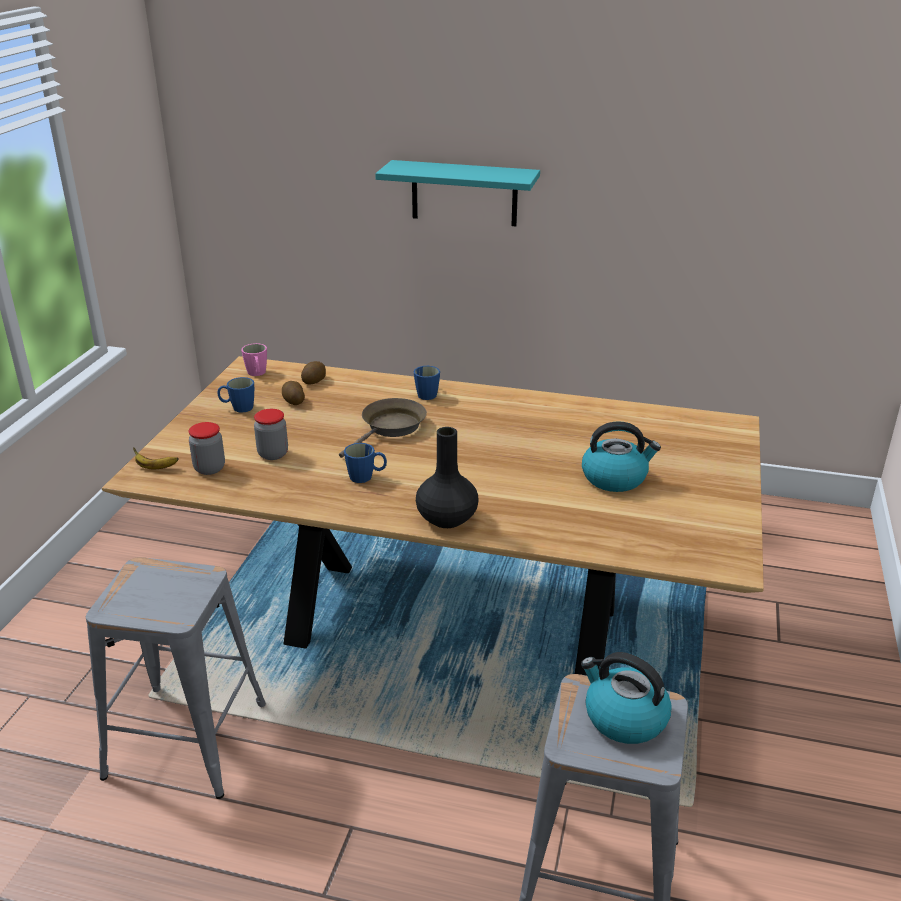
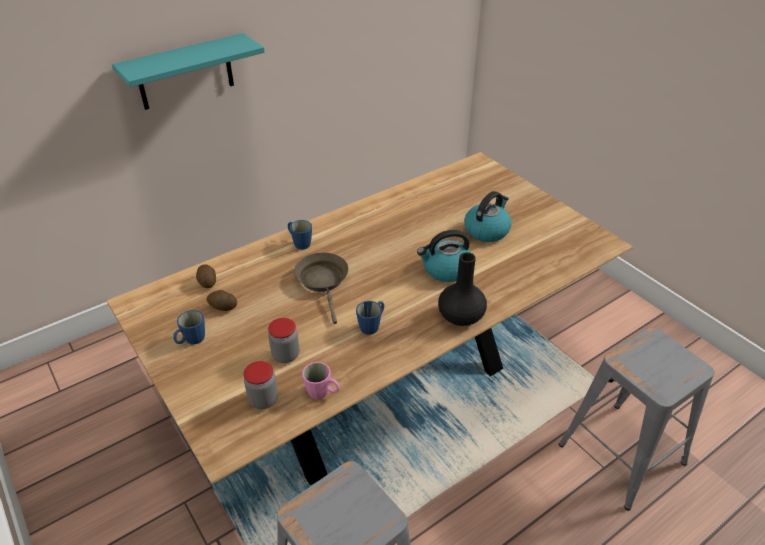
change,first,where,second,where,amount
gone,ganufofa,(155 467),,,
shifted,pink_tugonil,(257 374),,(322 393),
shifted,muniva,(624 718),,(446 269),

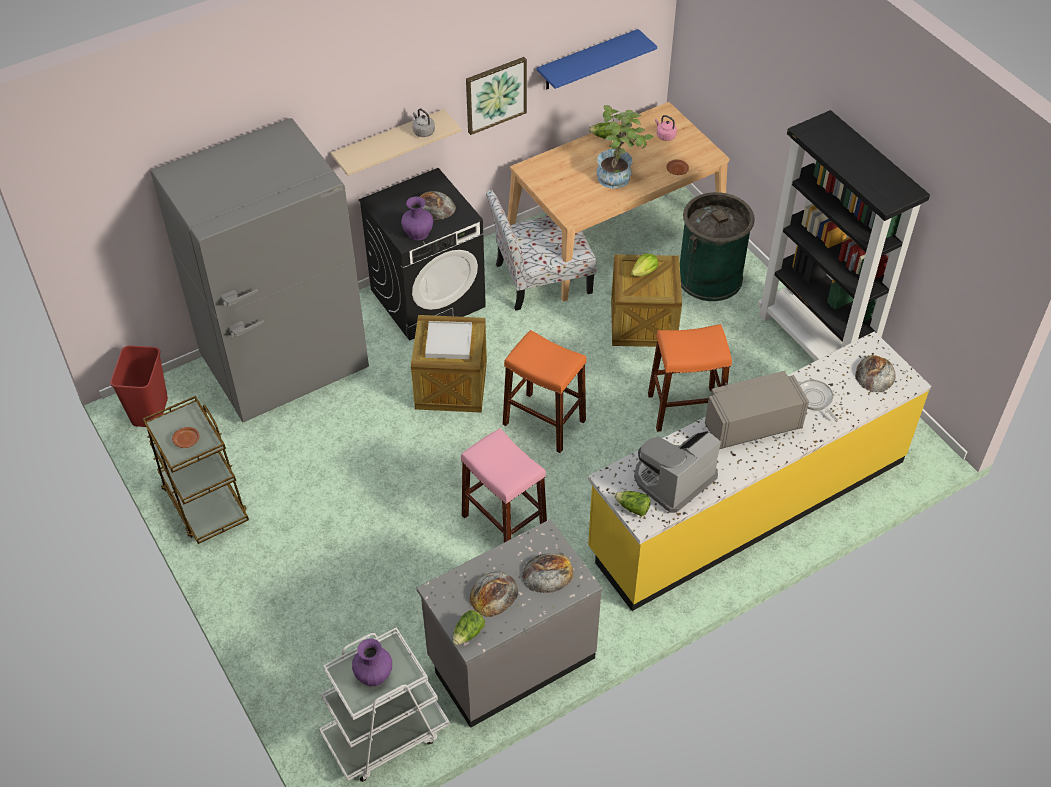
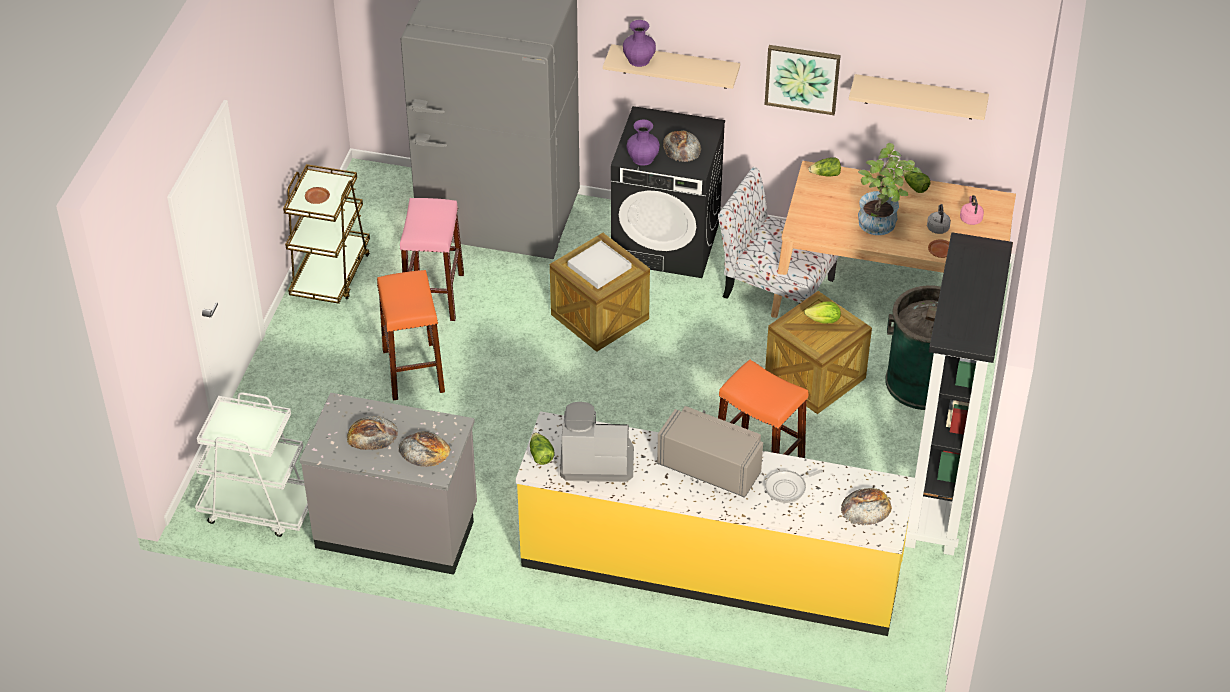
change,first,where,second,where,amount
gone,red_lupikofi,(149 411),,,
shifted,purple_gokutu,(373 674),,(639 59),
shifted,grey_muniva,(423 131),,(937 227),
shifted,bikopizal,(468 633),,(825 174),
shifted,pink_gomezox,(504 524),,(434 295),
shifted,orange_gomezox,(544 422),,(413 371),
repainted,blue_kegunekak,(587 60),beige_kegunekak,(919 97),
rotated,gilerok,(815 399),,(788 488),135 degrees counterclockwise

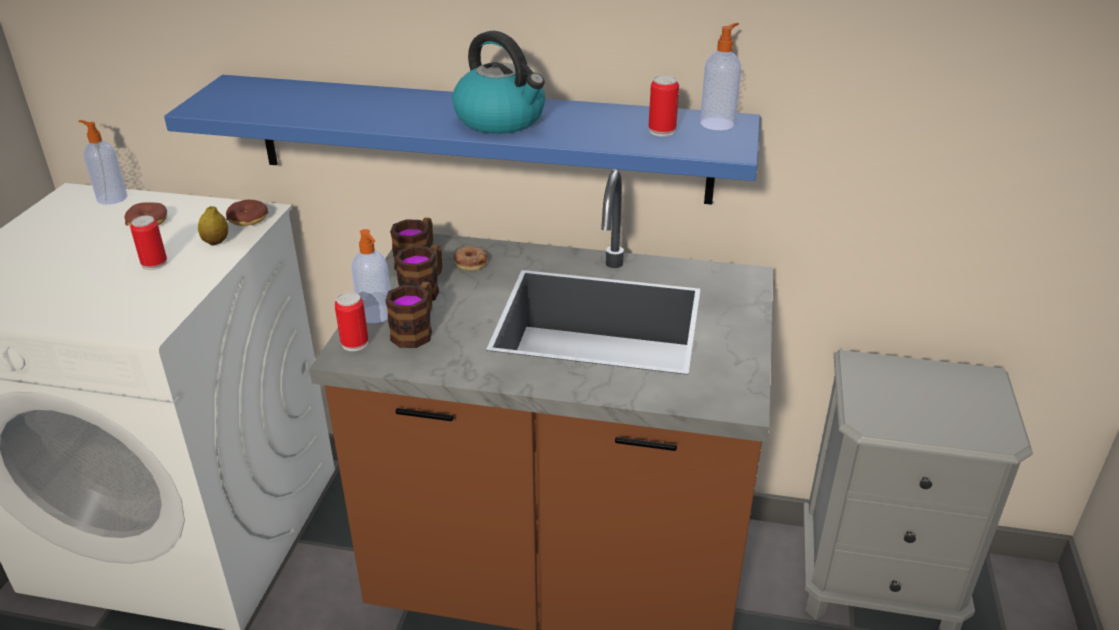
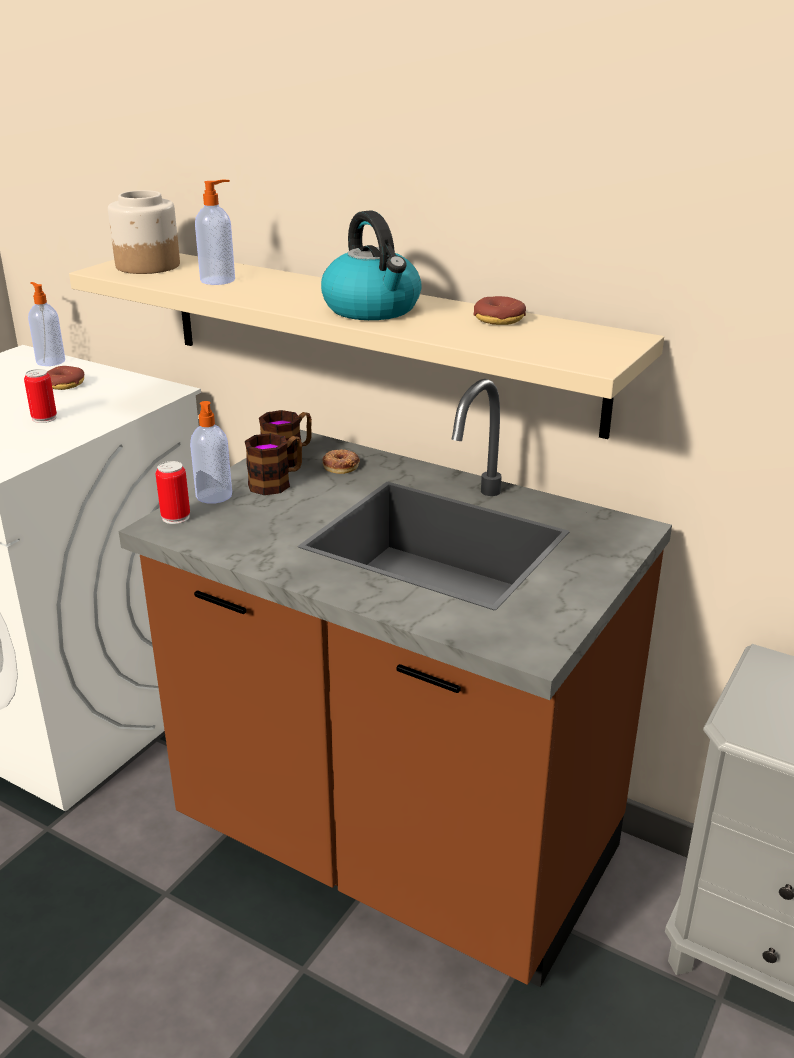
change,first,where,second,where,amount
gone,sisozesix,(216 242),,,
gone,tugonil,(416 331),,,
gone,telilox,(662 131),,,
new,,,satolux,(147 266),
shifted,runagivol,(248 219),,(499 319),
shifted,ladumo,(718 123),,(219 280),
repainted,blue_kegunekak,(480 139),beige_kegunekak,(374 337),

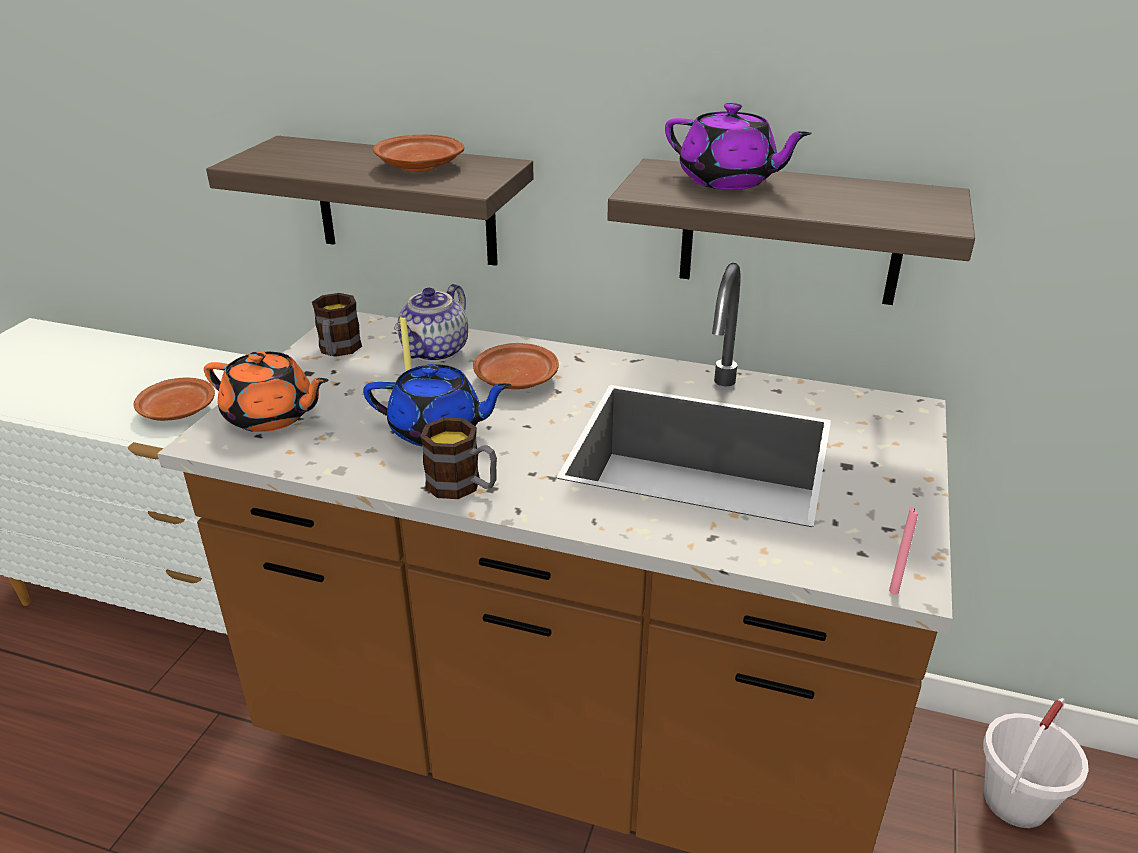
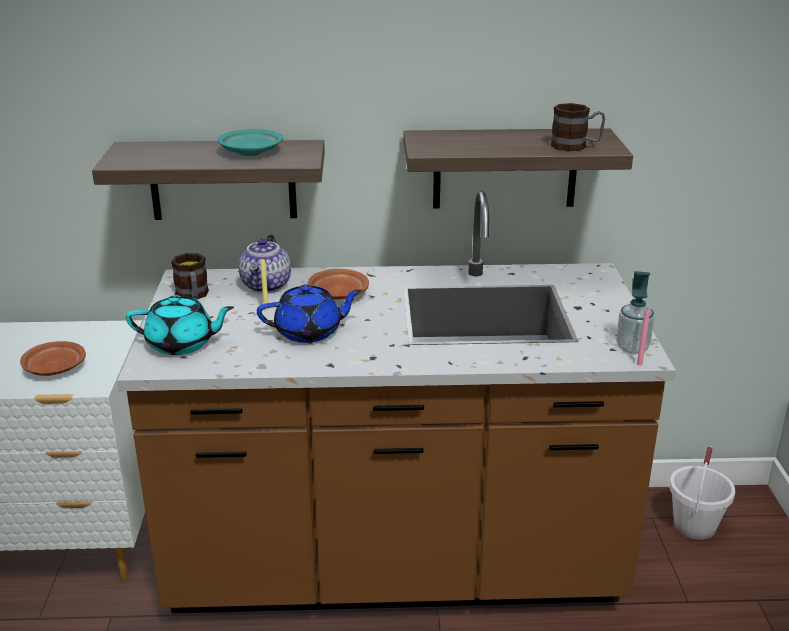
change,first,where,second,where,amount
gone,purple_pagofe,(728 181),,,
new,,,ladumo,(632 348),
shifted,tugonil,(463 486),,(576 146),
repainted,orange_pagofe,(271 416),turquoise_pagofe,(182 344),
repainted,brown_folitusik,(418 166),turquoise_folitusik,(250 152),

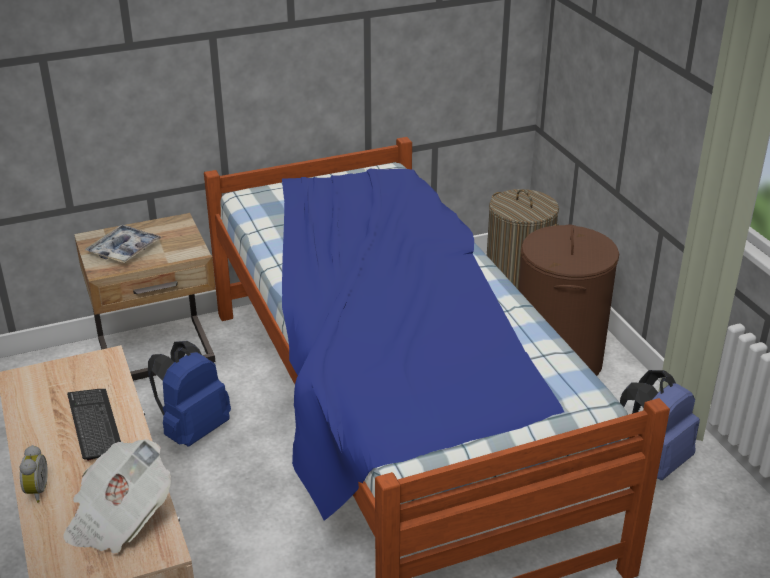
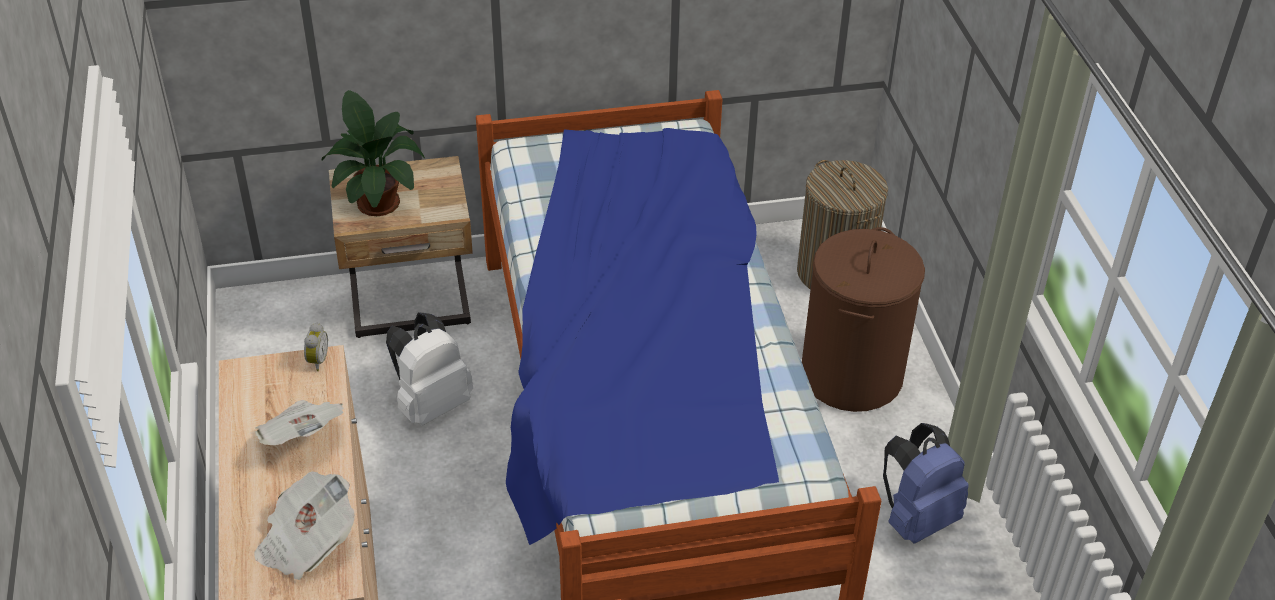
change,first,where,second,where,amount
shifted,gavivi,(35 491),,(316 361),
swapped,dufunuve,(95 425),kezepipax,(302 437),
swapped,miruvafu,(124 250),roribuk,(378 199),
repainted,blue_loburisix,(193 430),white_loburisix,(431 404),

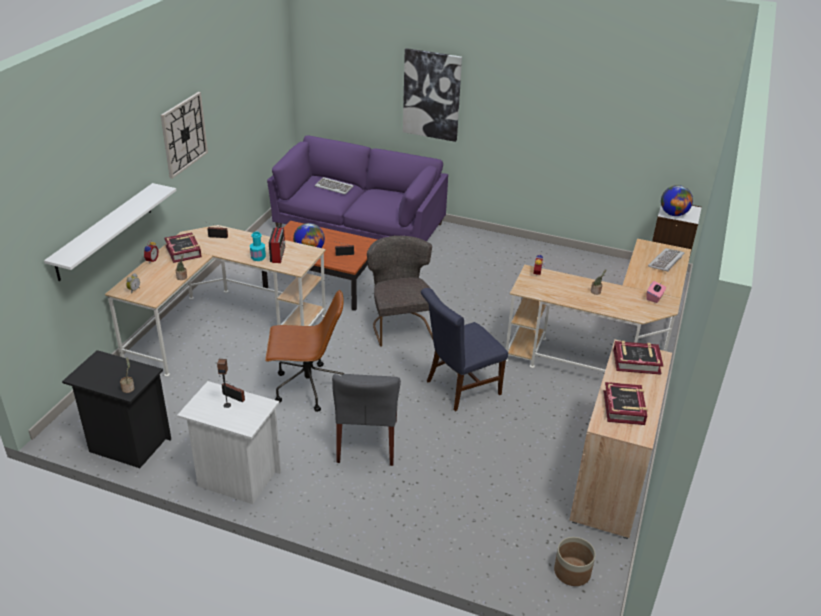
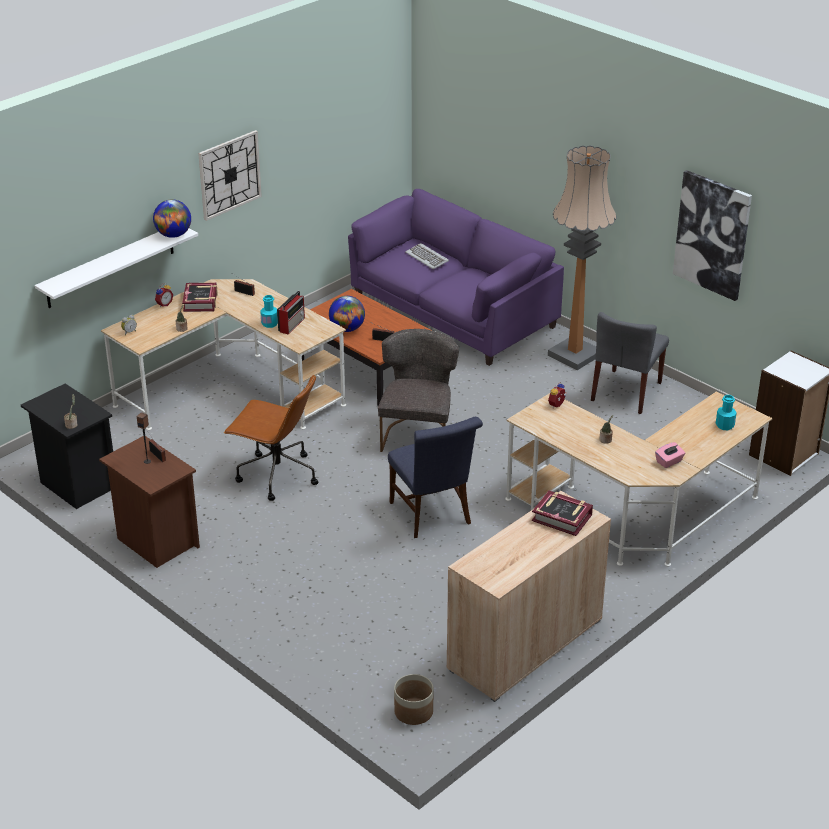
change,first,where,second,where,amount
gone,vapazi,(624 408),,,
new,,,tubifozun,(575 355),
shifted,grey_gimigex,(367 441),,(626 392),
shifted,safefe,(432 95),,(712 235),
shifted,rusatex,(673 214),,(173 235),
swapped,dufunuve,(666 261),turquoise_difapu,(724 425),
repainted,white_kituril,(236 478),brown_kituril,(155 541),
rotated,blue_gimigex,(459 388),,(433 515),105 degrees counterclockwise

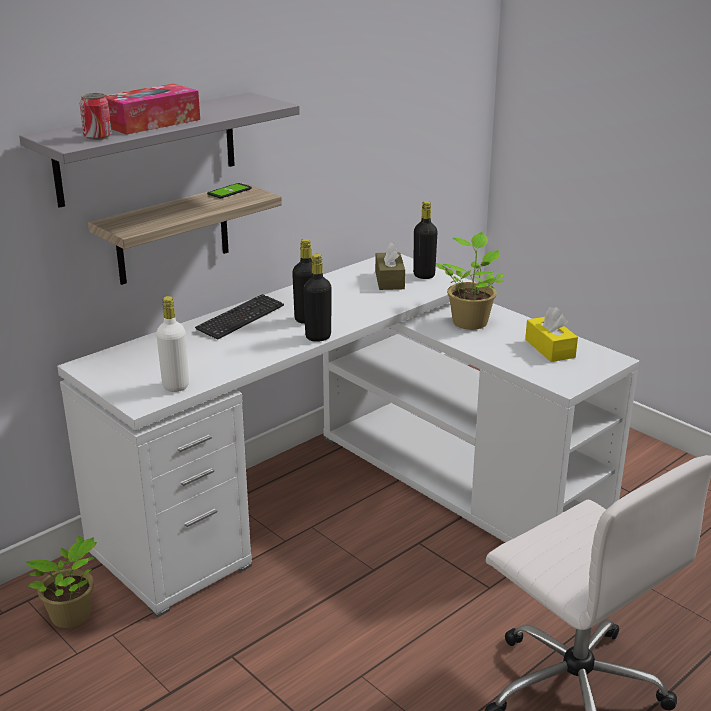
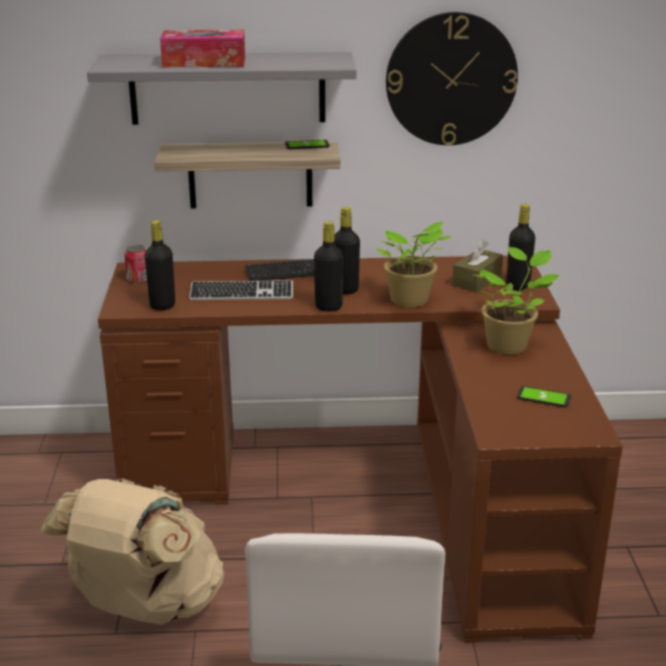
change,first,where,second,where,amount
new,,,beige_loburisix,(145 607),
new,,,dufunuve,(241 293),
new,,,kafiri,(451 79),
shifted,roribuk,(73 617),,(410 301),
shifted,telilox,(98 137),,(138 279),
swapped,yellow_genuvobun,(550 348),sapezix,(543 398),
repainted,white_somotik,(355 498),brown_somotik,(377 491),
repainted,white_difapu,(175 386),black_difapu,(162 305),

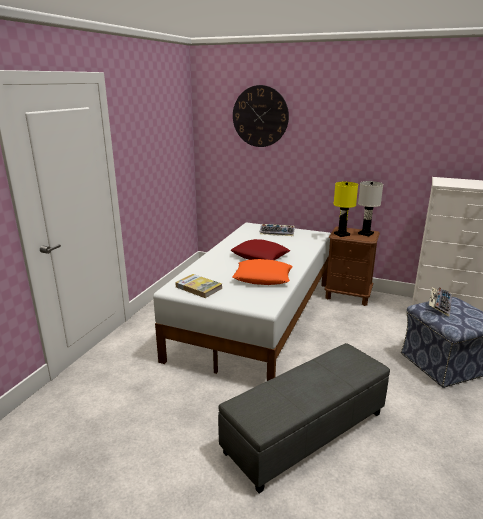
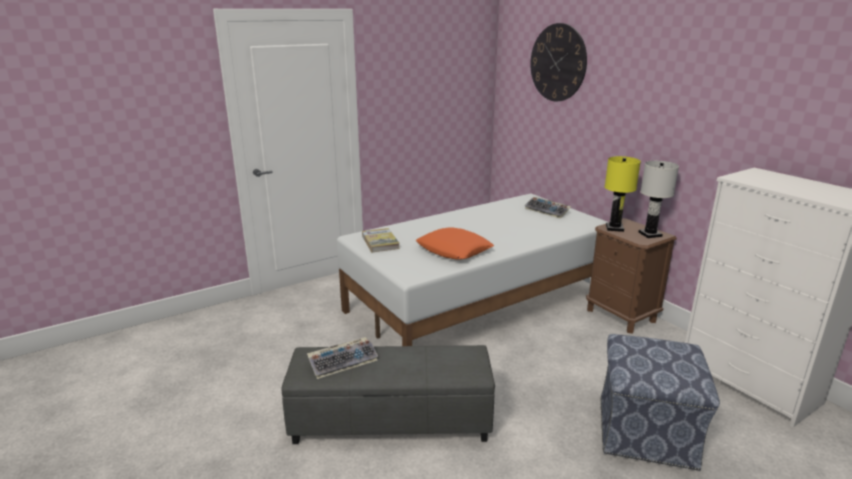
change,first,where,second,where,amount
gone,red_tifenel,(260 256),,,
shifted,dufunuve,(439 304),,(343 361),

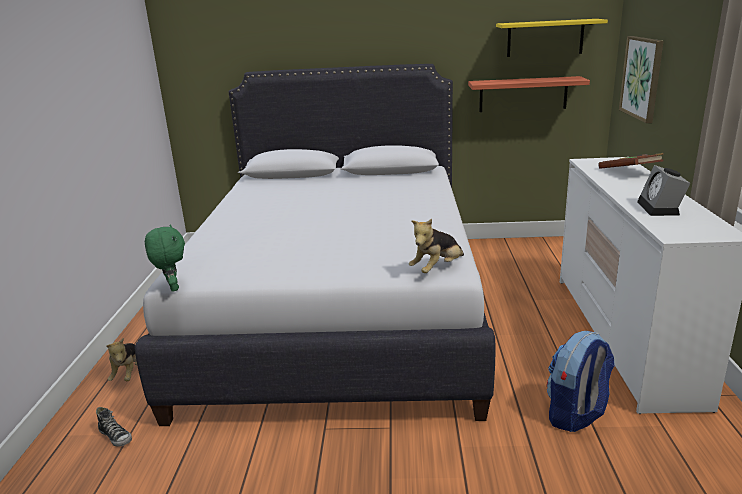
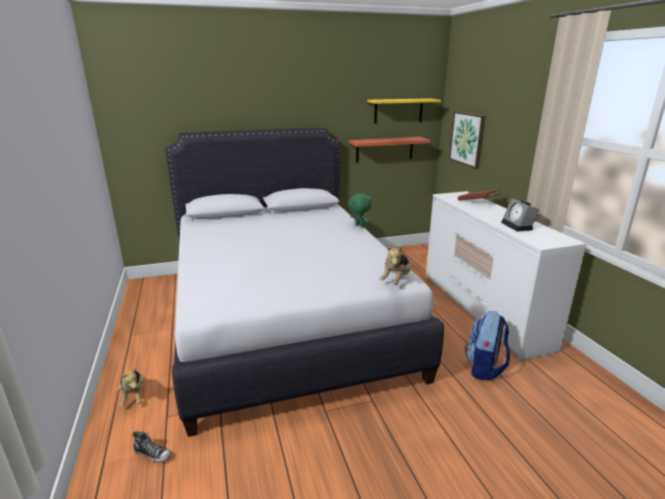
change,first,where,second,where,amount
shifted,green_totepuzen,(172 288),,(359 226),

